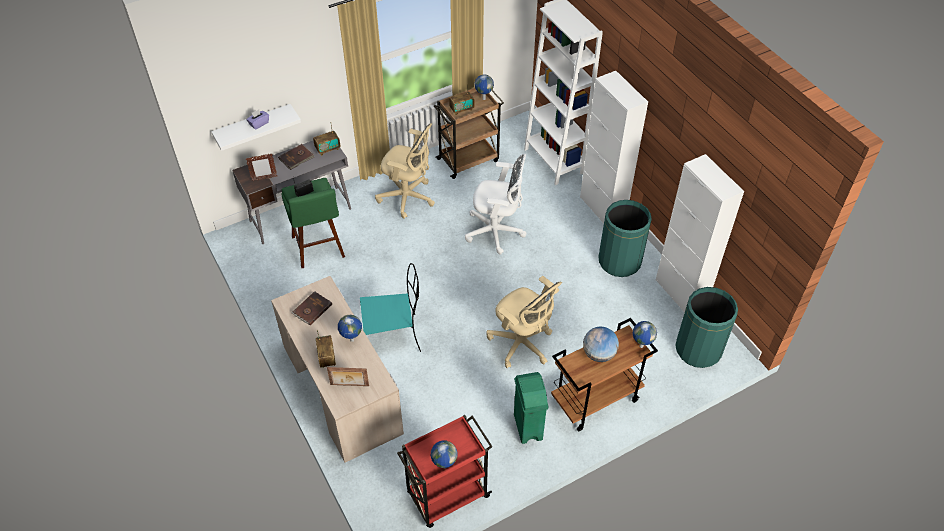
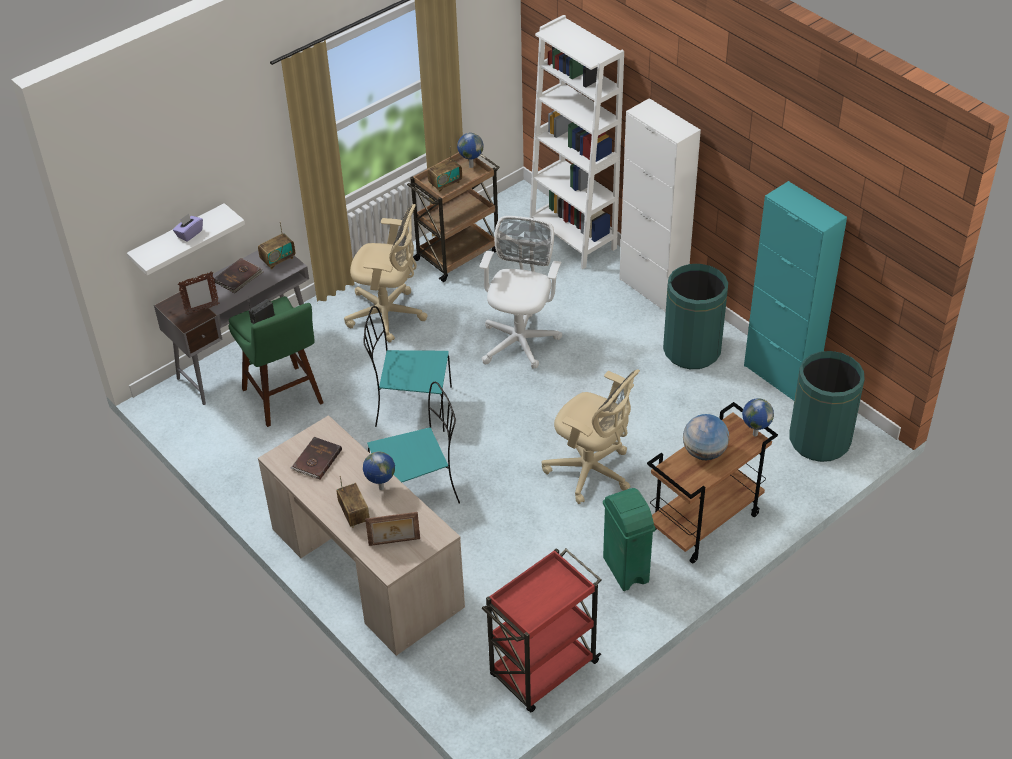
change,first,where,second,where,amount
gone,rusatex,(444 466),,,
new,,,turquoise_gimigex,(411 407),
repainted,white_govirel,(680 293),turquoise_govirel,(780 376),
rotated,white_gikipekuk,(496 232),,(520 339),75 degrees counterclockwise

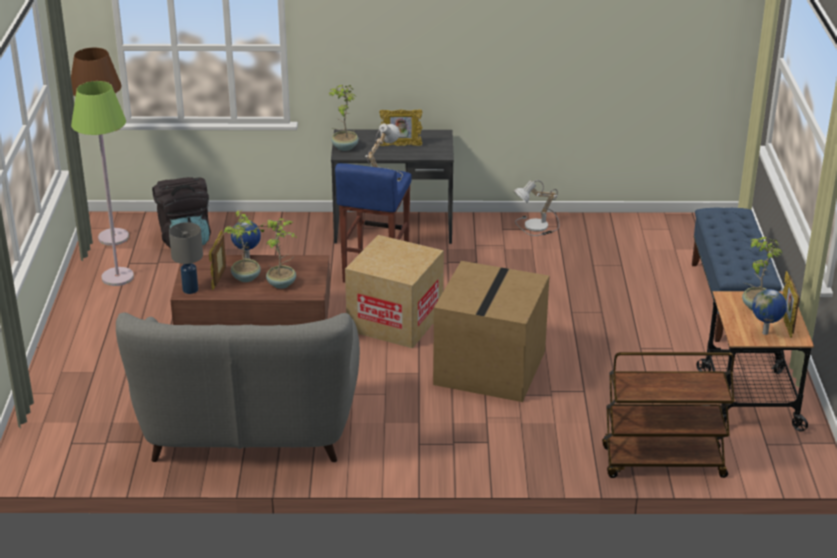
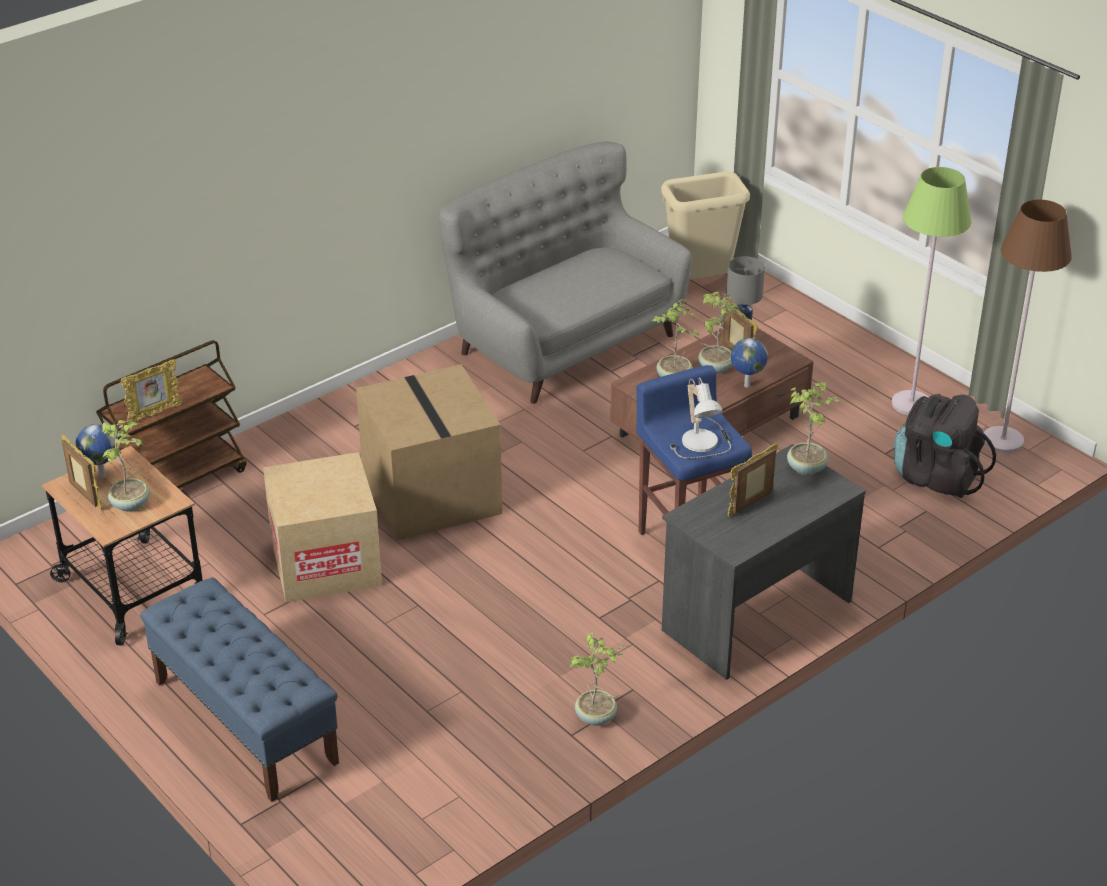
change,first,where,second,where,amount
new,,,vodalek,(154 414),
new,,,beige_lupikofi,(700 283),
shifted,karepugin,(395 321),,(326 563),
swapped,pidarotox,(536 227),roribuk,(596 717),

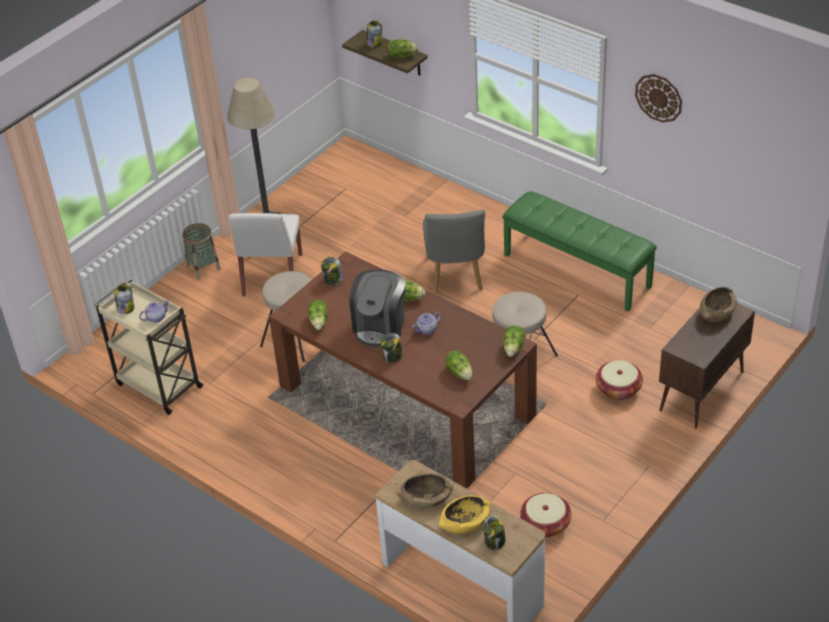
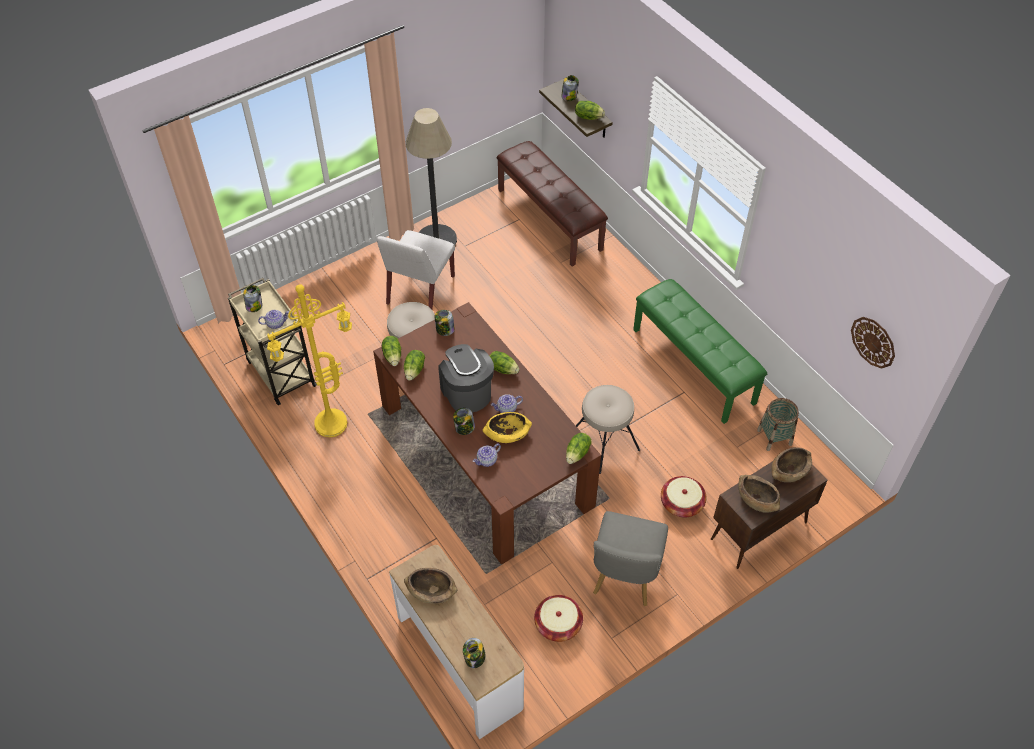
change,first,where,second,where,amount
new,,,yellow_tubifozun,(330 426),
new,,,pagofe,(487 460),
new,,,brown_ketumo,(550 219),
new,,,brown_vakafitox,(756 499),
shifted,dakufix,(203 267),,(774 437),
shifted,grey_gimigex,(456 277),,(624 578),
shifted,yellow_vakafitox,(465 522),,(507 433),
shifted,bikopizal,(460 372),,(393 356),
shifted,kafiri,(658 97),,(873 342),
rotated,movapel,(380 326),,(466 392),120 degrees clockwise

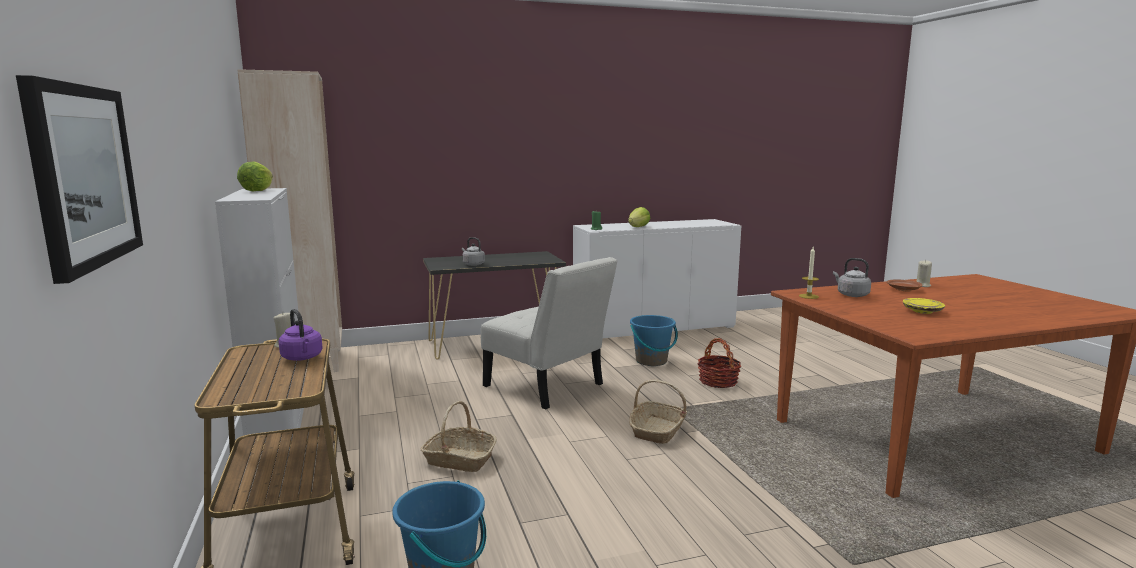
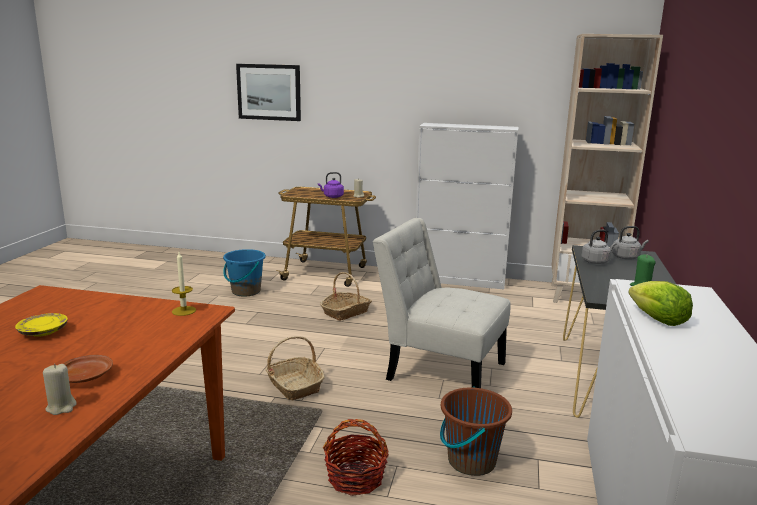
change,first,where,second,where,amount
gone,bikopizal,(257 190),,,
shifted,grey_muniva,(851 295),,(627 257),
repainted,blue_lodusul,(651 361),brown_lodusul,(471 461),
rotated,white_gimigex,(548 387),,(439 369),45 degrees clockwise

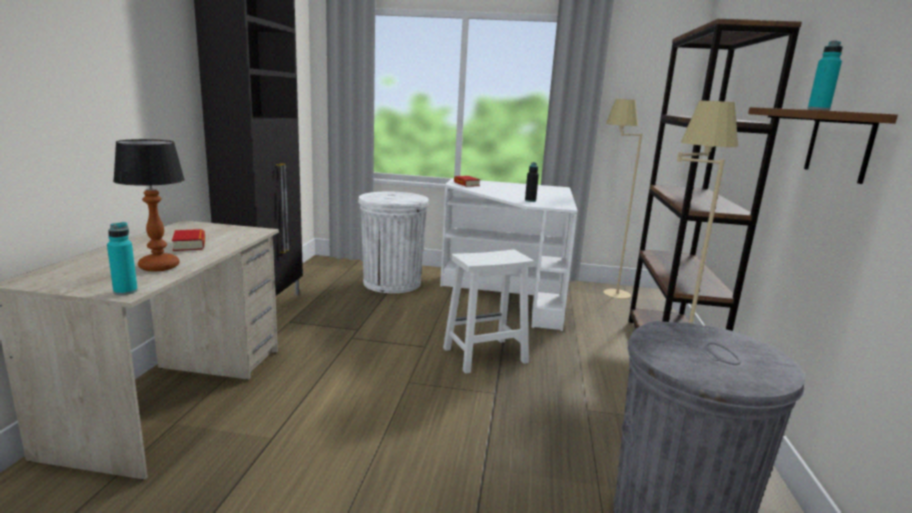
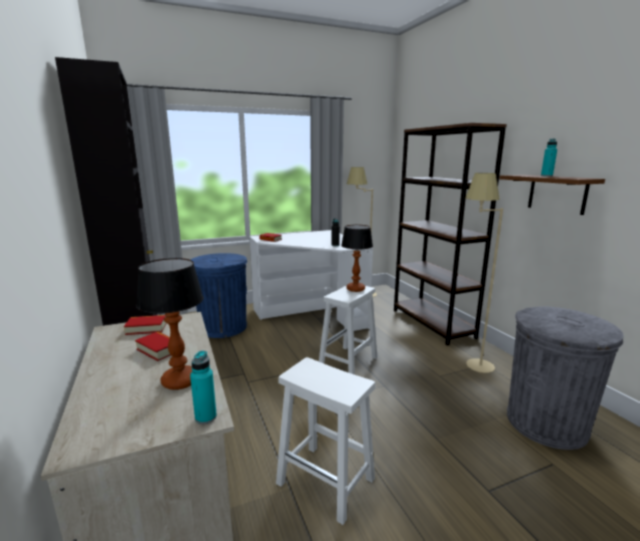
change,first,where,second,where,amount
new,,,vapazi,(146 328),
new,,,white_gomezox,(327 481),
new,,,pidarotox,(355 289),
repainted,white_lupikofi,(392 283),blue_lupikofi,(223 327),

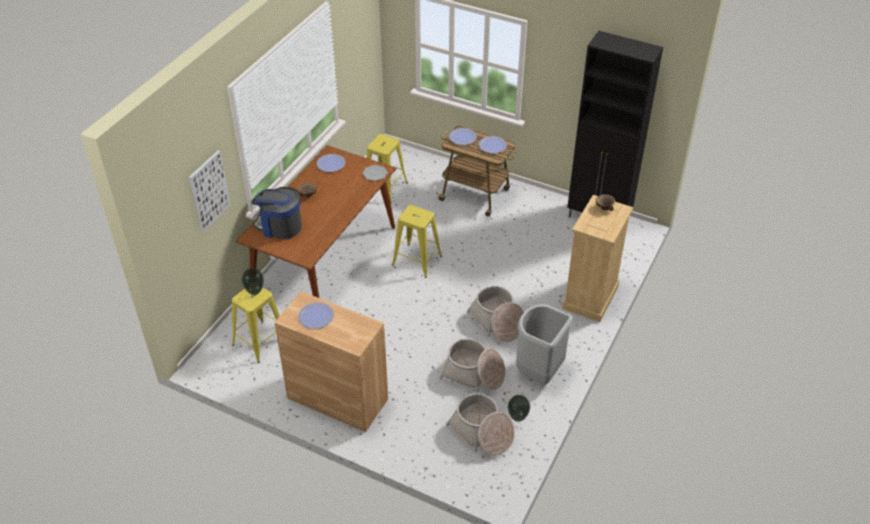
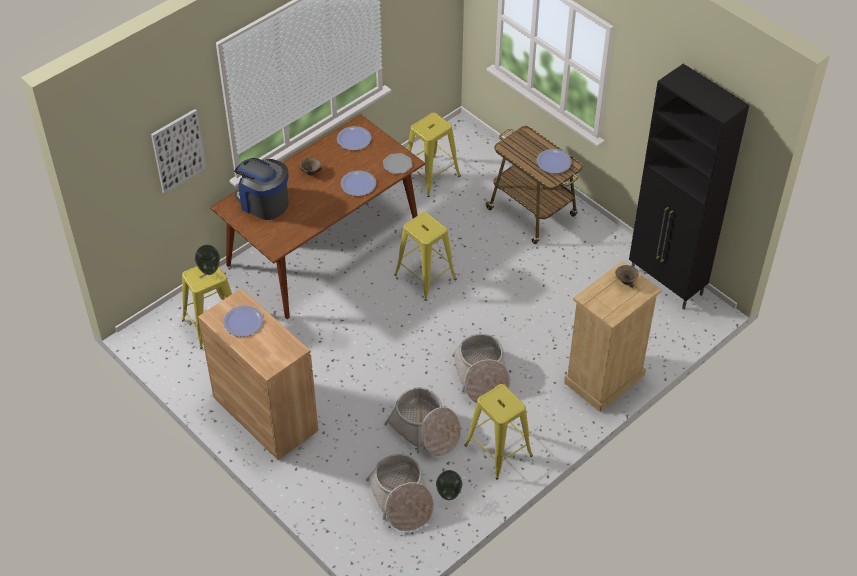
change,first,where,second,where,amount
shifted,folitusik,(462 137),,(358 184),
swapped,grey_lupikofi,(538 372),yellow_gomezox,(498 450),

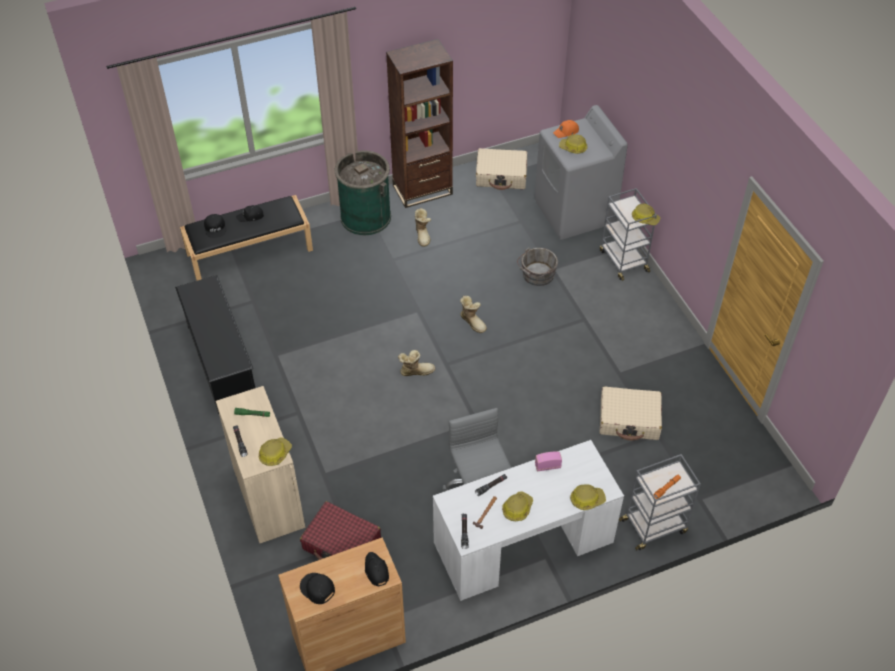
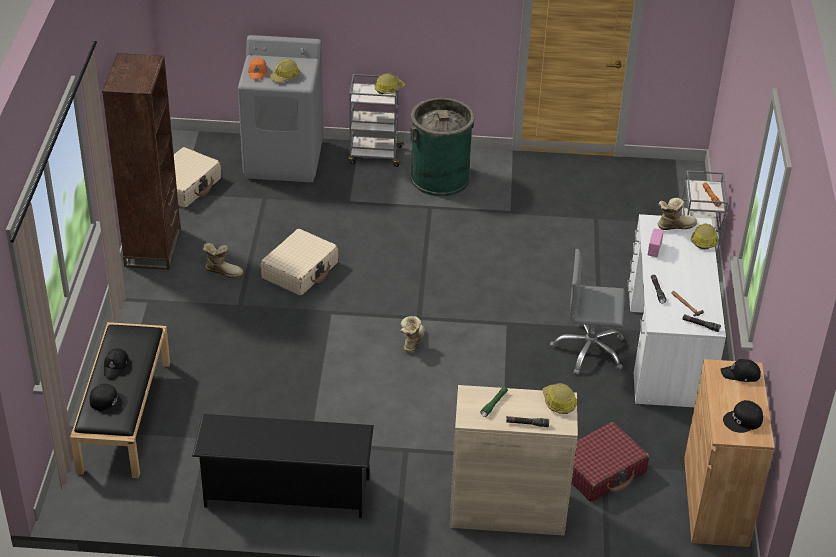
change,first,where,second,where,amount
gone,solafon,(517 508),,,
gone,grey_lodusul,(536 275),,,
shifted,green_lupikofi,(365 217),,(440 178),
shifted,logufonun,(473 322),,(674 225),
shifted,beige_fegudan,(629 419),,(300 270),

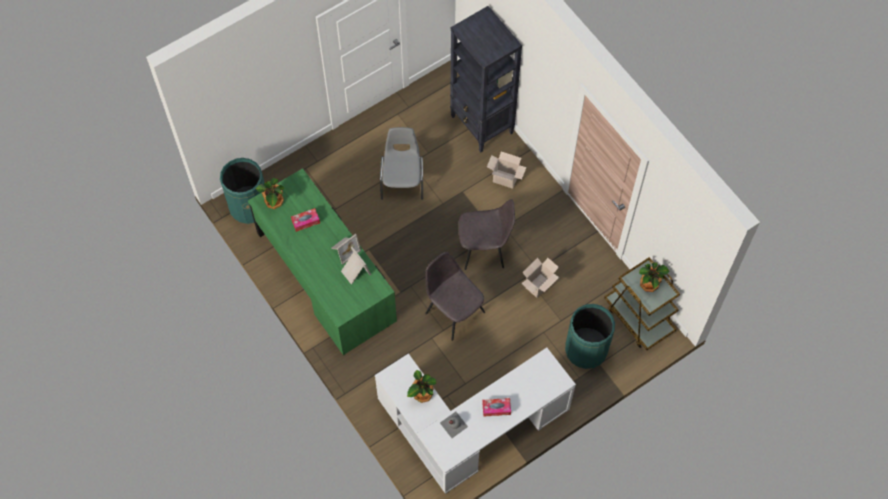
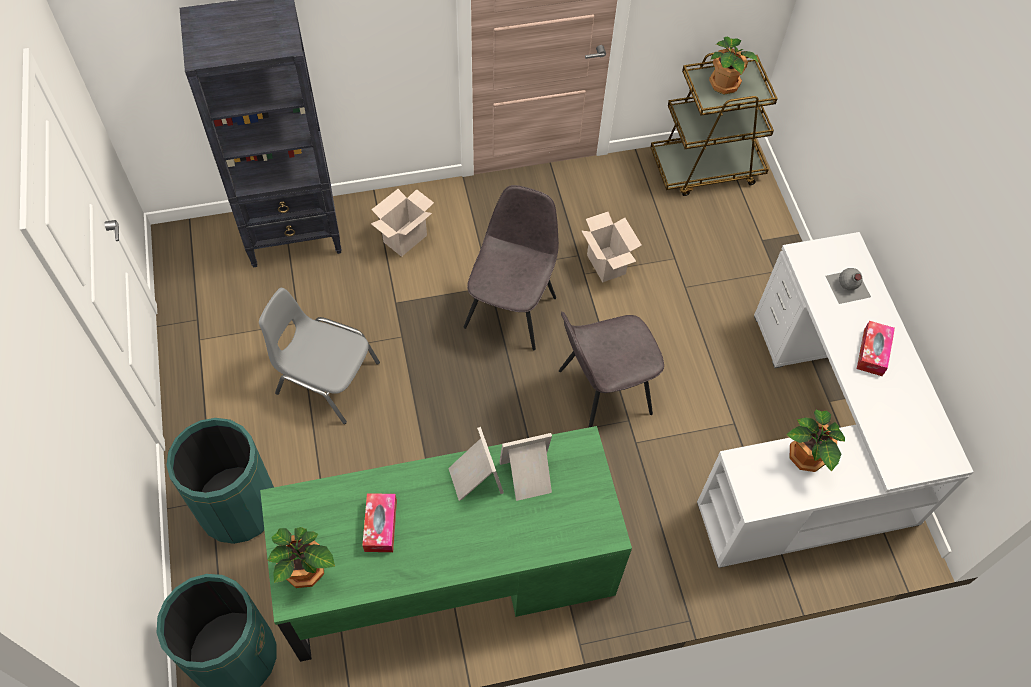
change,first,where,second,where,amount
shifted,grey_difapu,(453 424),,(847 287),
shifted,green_lupikofi,(586 349),,(238 507),

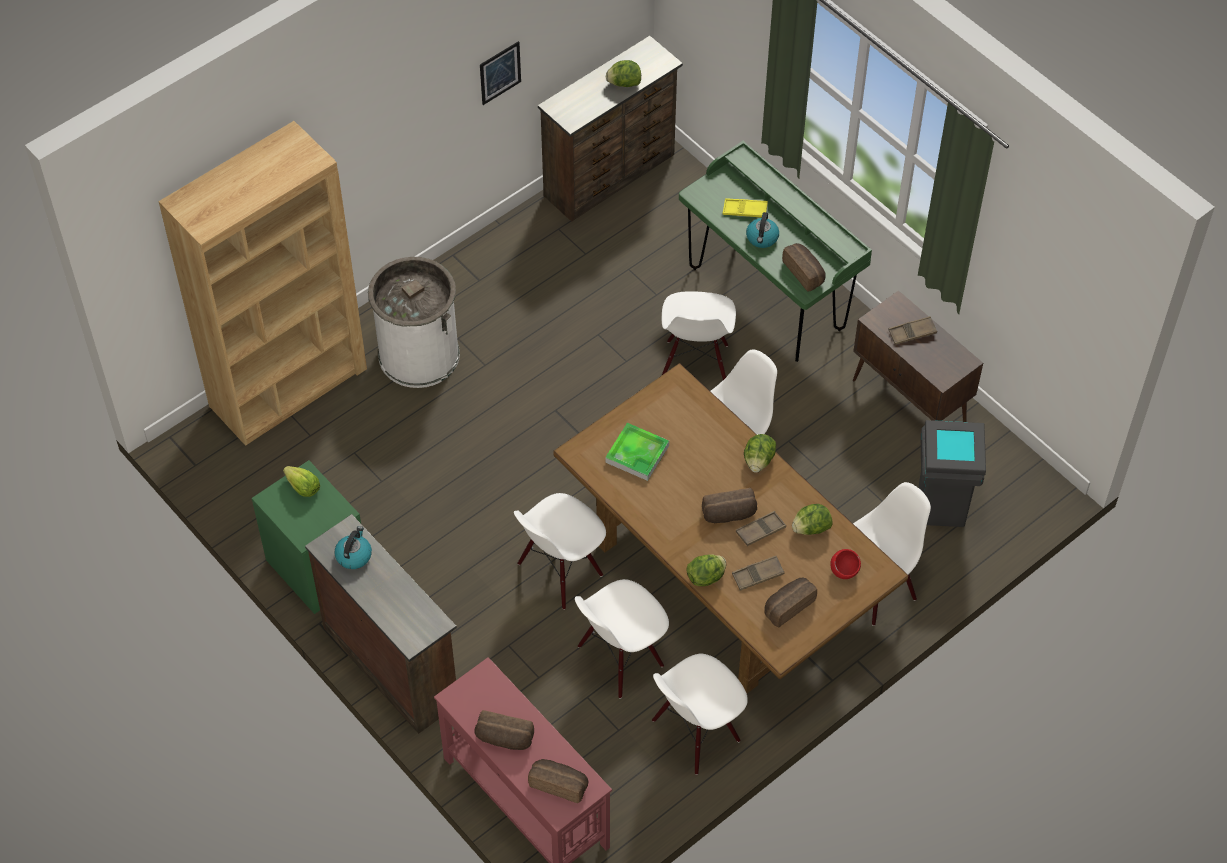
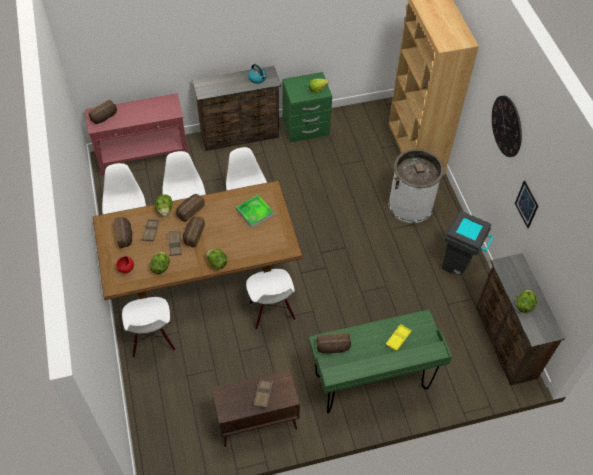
change,first,where,second,where,amount
gone,white_gimigex,(695 363),,,
gone,muniva,(762 238),,,
new,,,kafiri,(507 126),
shifted,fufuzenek,(504 739),,(189 210),
shifted,grey_lupikofi,(940 506),,(459 265),

